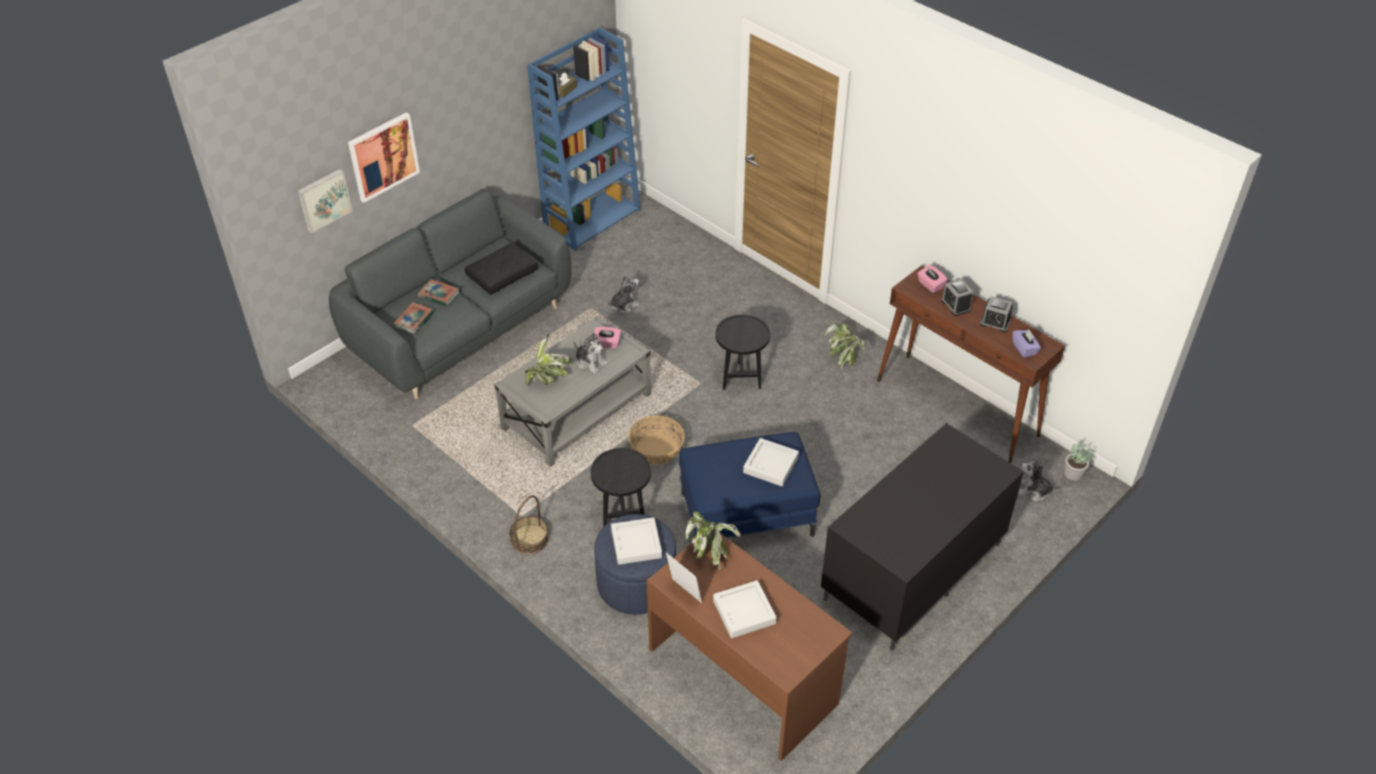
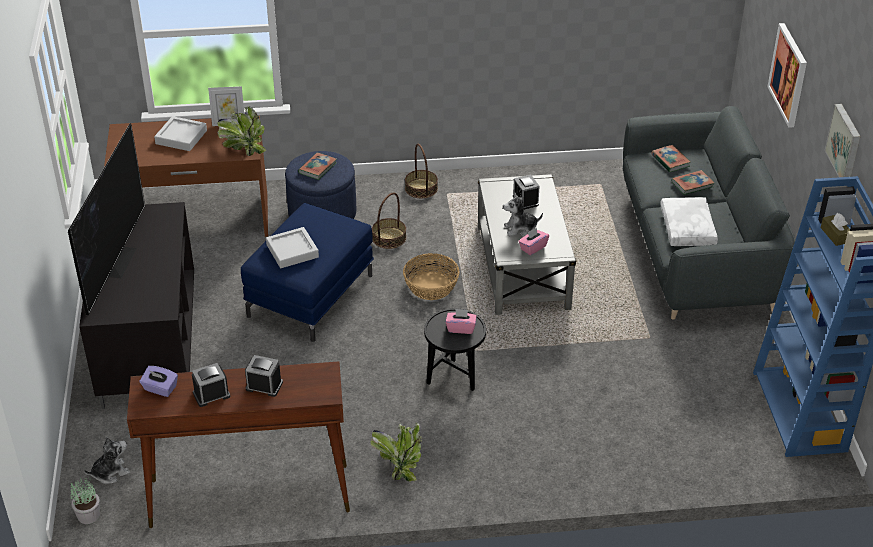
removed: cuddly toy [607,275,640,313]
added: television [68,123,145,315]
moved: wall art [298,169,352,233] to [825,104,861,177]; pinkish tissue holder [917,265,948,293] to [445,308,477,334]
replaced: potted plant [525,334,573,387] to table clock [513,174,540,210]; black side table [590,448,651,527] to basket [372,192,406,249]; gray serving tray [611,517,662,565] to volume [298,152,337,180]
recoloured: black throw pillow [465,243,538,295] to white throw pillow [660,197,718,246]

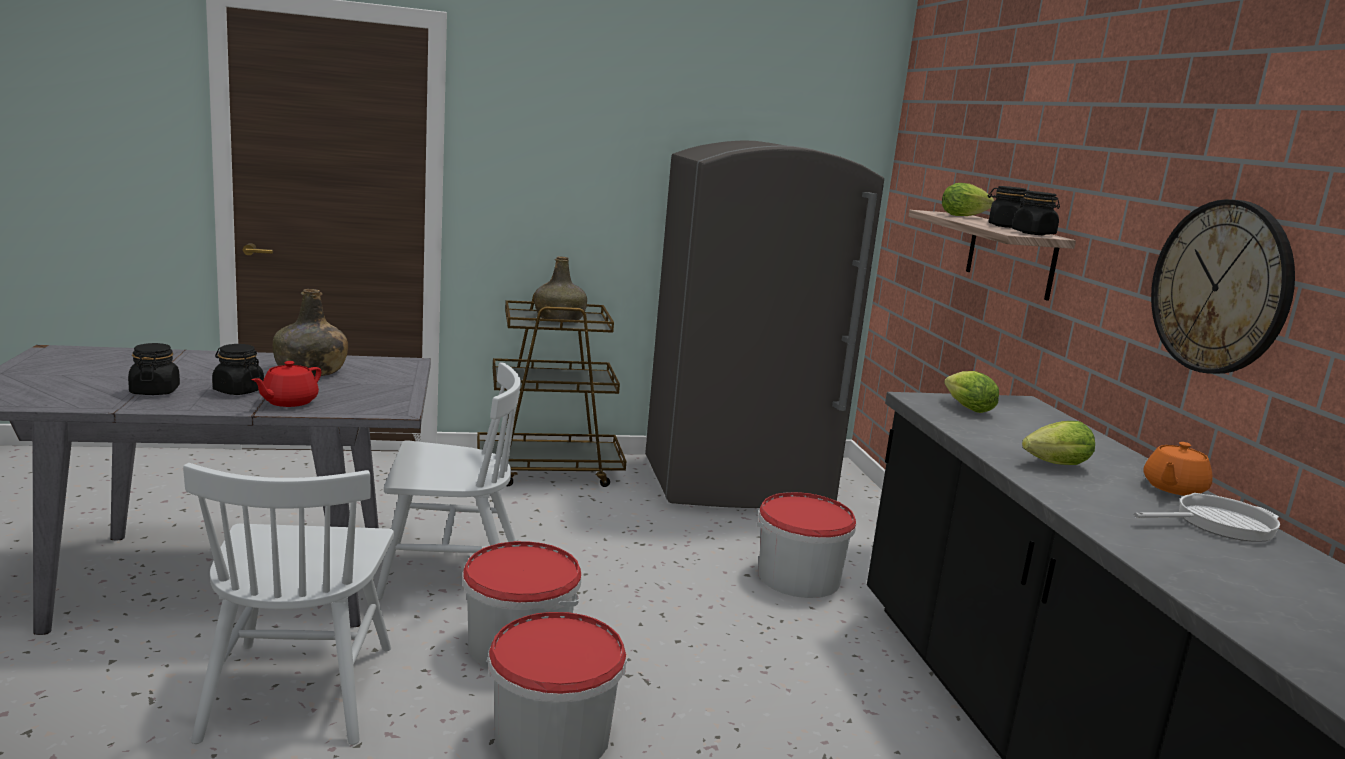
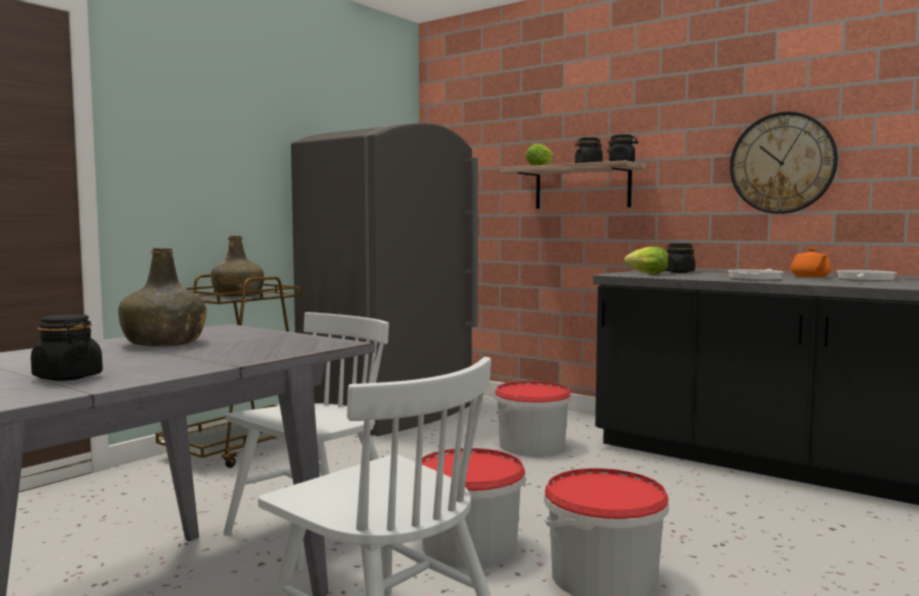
removed: red-coloured pot for tea [251,361,321,407]
moved: black storage jar [212,344,264,395] to [665,243,695,273]
replaced: lettuce head [1022,421,1095,465] to frying pan [728,269,784,281]

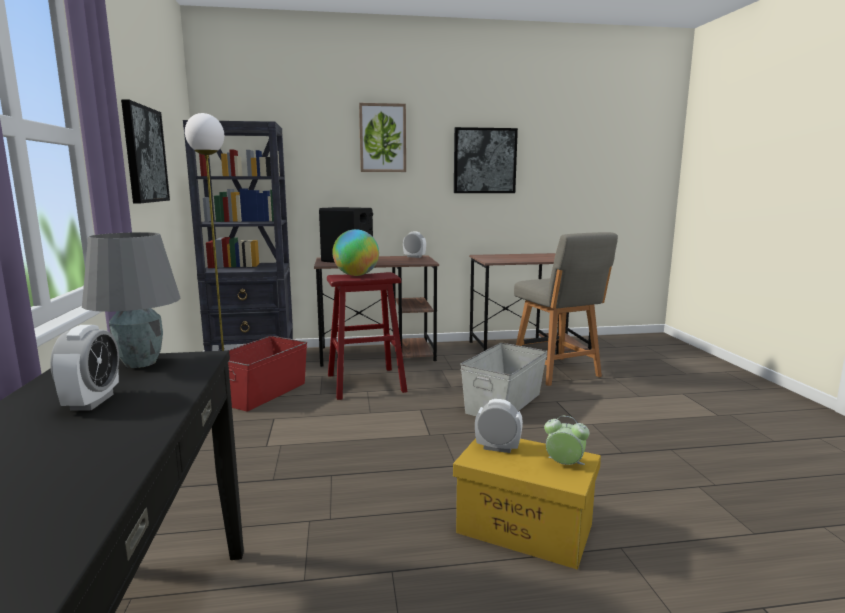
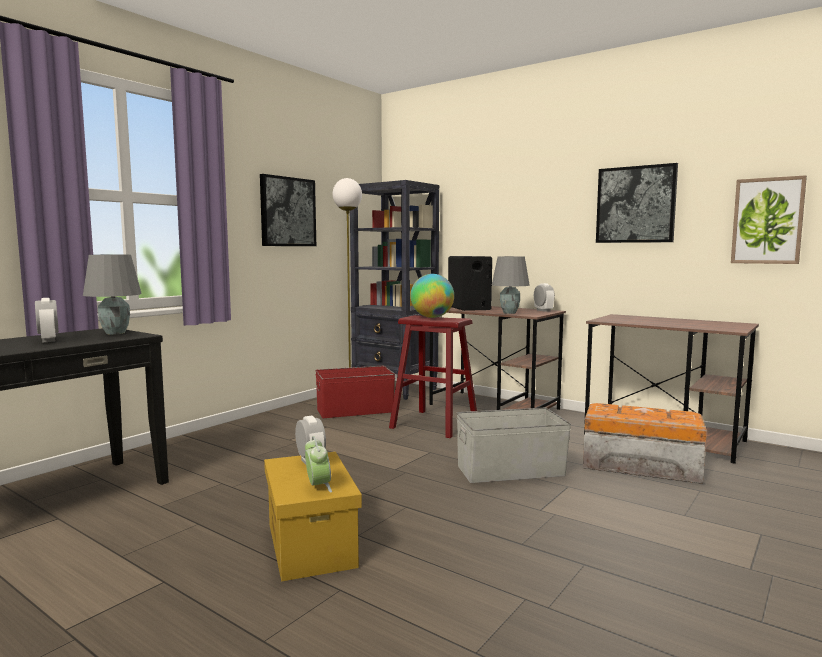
added: gray lamp for a table [492,256,530,314]
moved: wall art [359,103,406,172] to [731,175,807,264]
replaced: gray upright chair [514,232,618,386] to storage box [583,403,707,484]
turned: table clock [50,325,119,411] = [35,298,59,343] 75 degrees counterclockwise

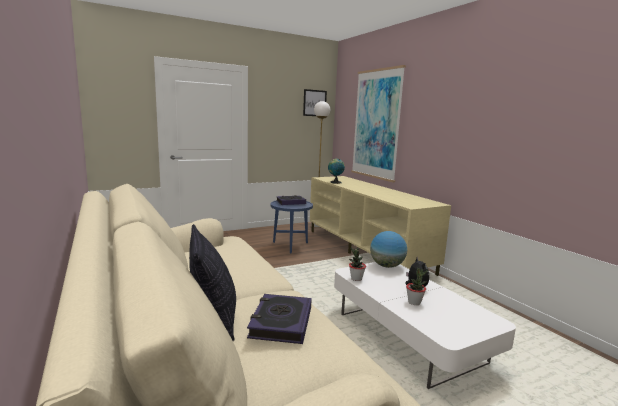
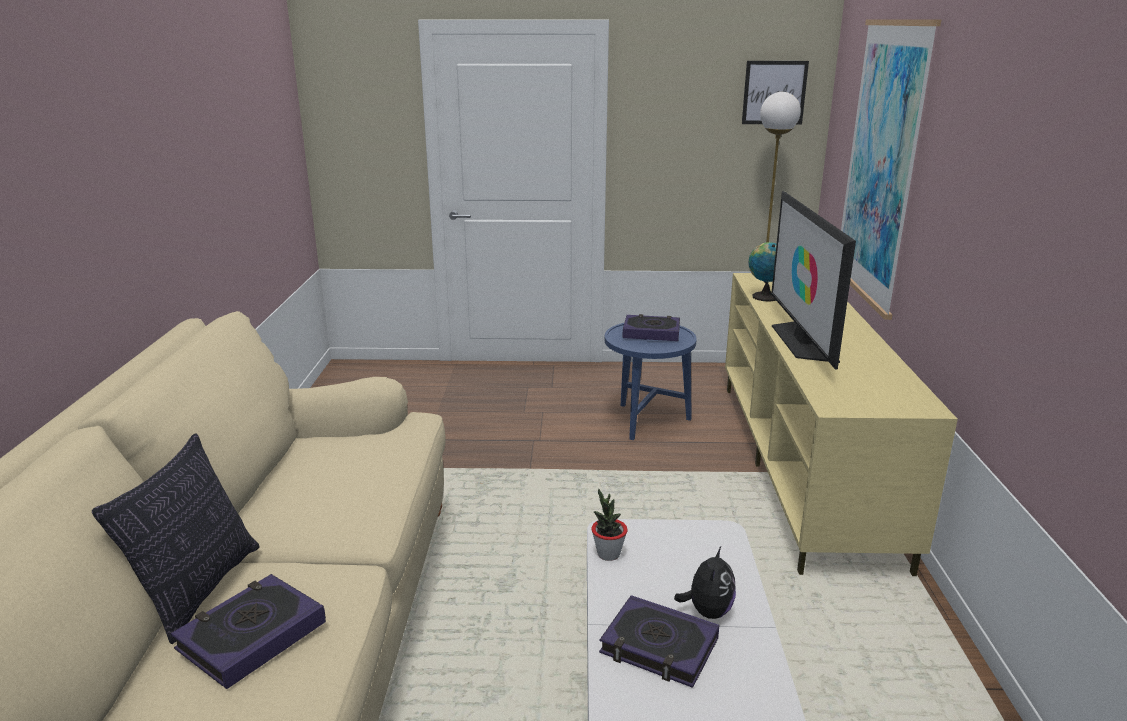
removed: globe [370,231,407,268]
added: television [771,191,856,369]
replaced: potted plant [406,268,428,305] to volume [599,595,719,688]

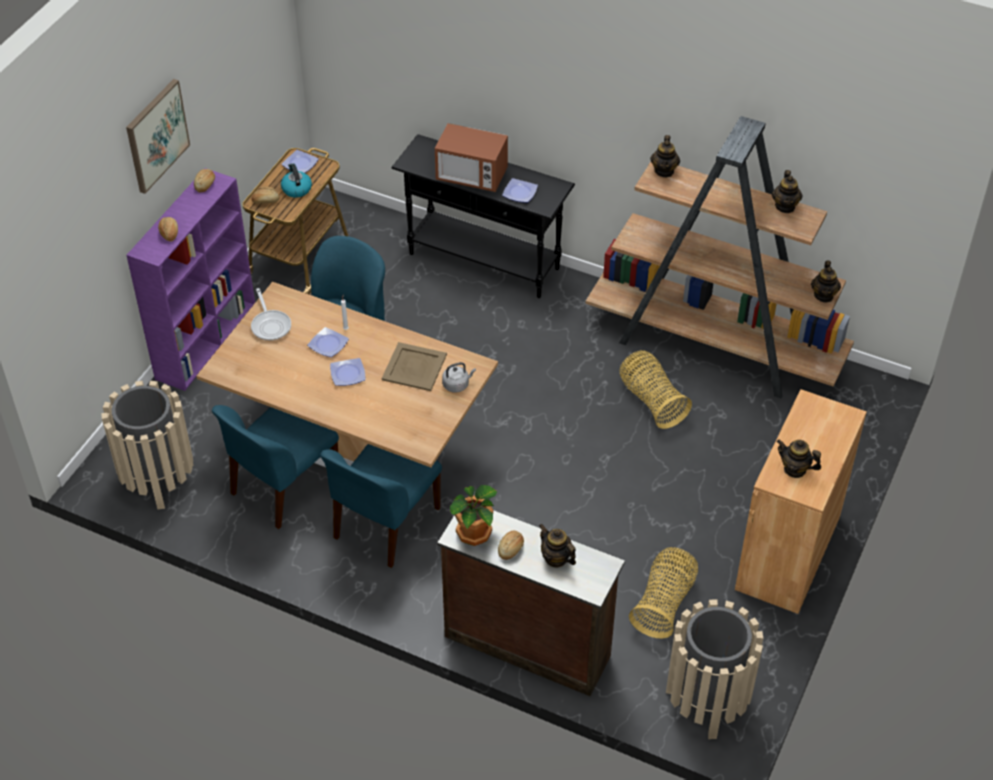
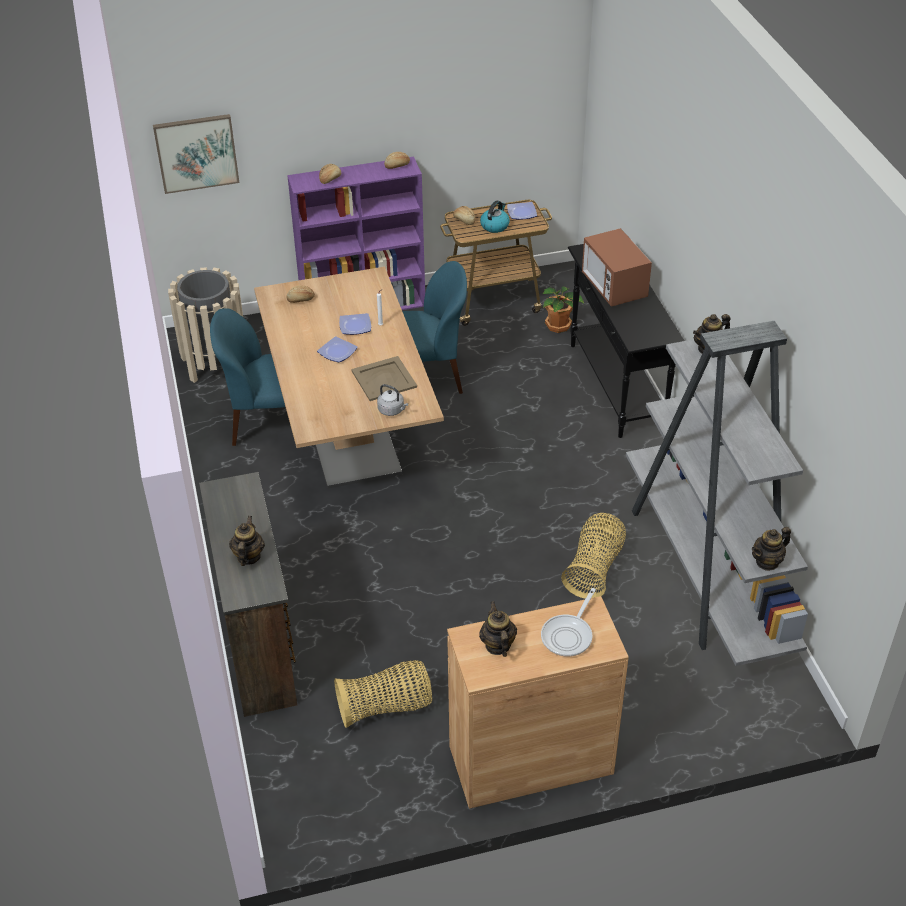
removed: pot for tea [772,170,803,213]; dinner plate [502,178,538,203]; bluish upright chair [320,444,442,568]; beige rubbish bin [666,599,763,739]
moved: wall art [126,79,190,194] to [153,114,239,194]; frying pan [251,288,291,341] to [541,588,596,657]; potted plant [450,485,497,546] to [543,286,584,333]; bakery bread [498,531,524,560] to [286,286,315,303]
recoloured: brownish bookcase [586,116,854,398] to gray bookcase [626,321,808,666]

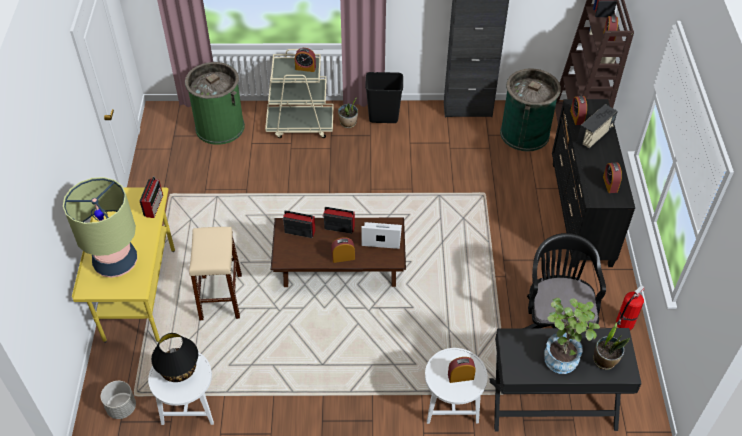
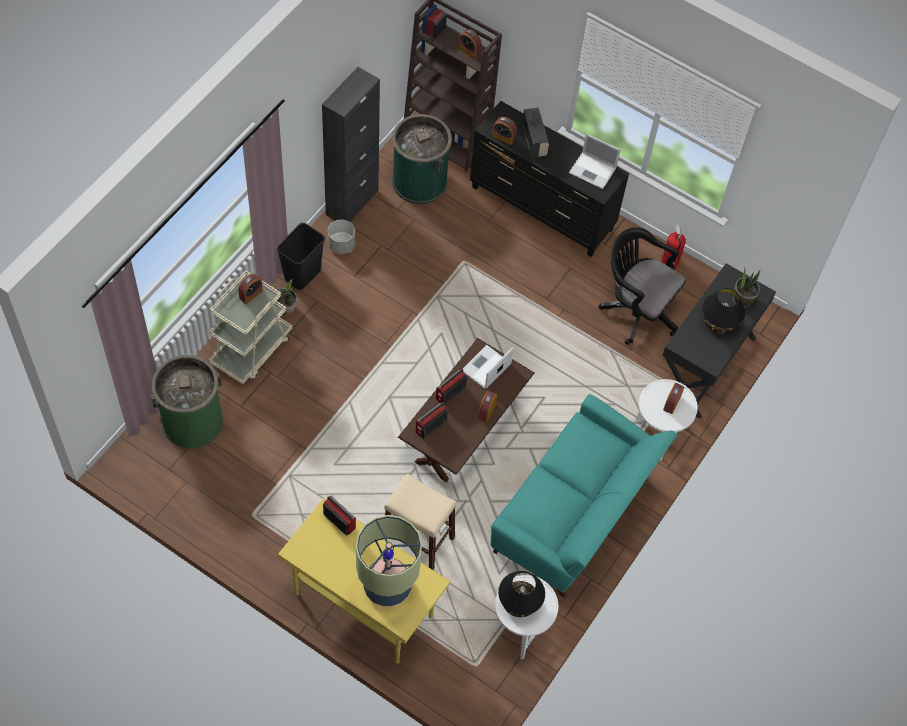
added: turquoise-coloured couch [491,394,677,598]
moved: gray plant pot [101,381,136,419] to [328,220,355,254]
replaced: table clock [603,163,622,193] to notebook computer [569,133,621,189]; potted plant [544,298,600,374] to black lamp for a table [702,288,745,334]

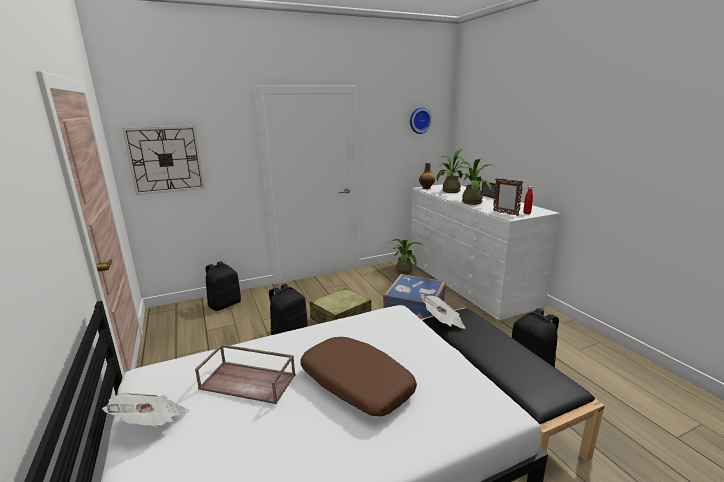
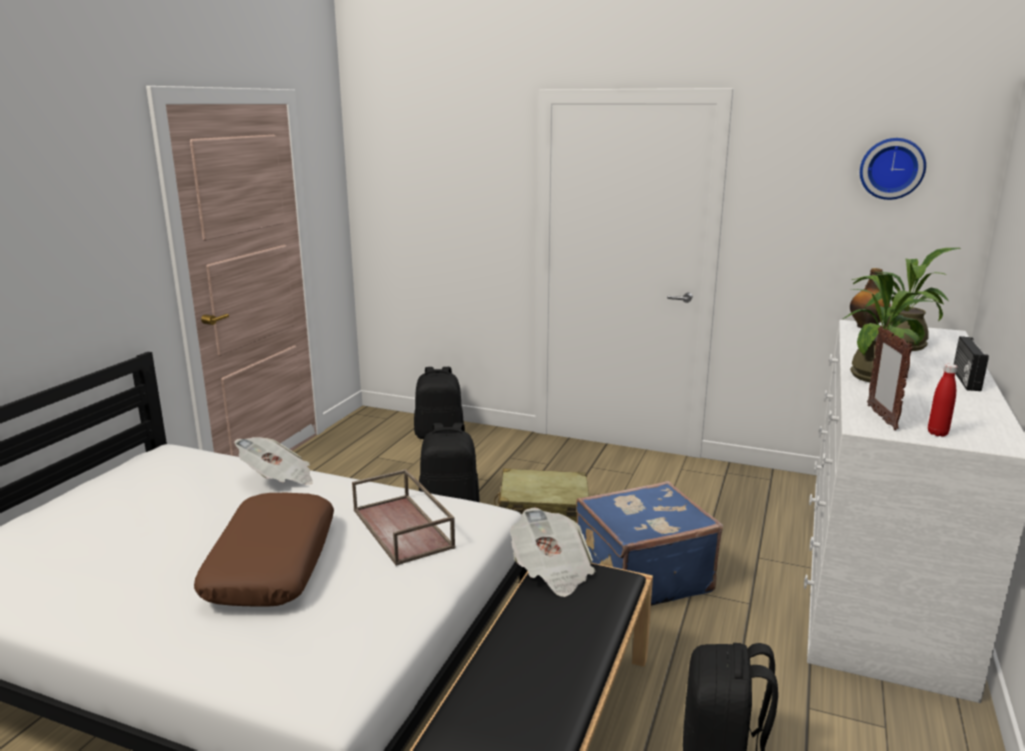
removed: wall clock [122,126,205,195]; potted plant [389,239,422,275]
moved: brownish serving tray [195,344,296,404] to [352,469,455,566]; printed paper [102,393,189,427] to [234,437,313,485]

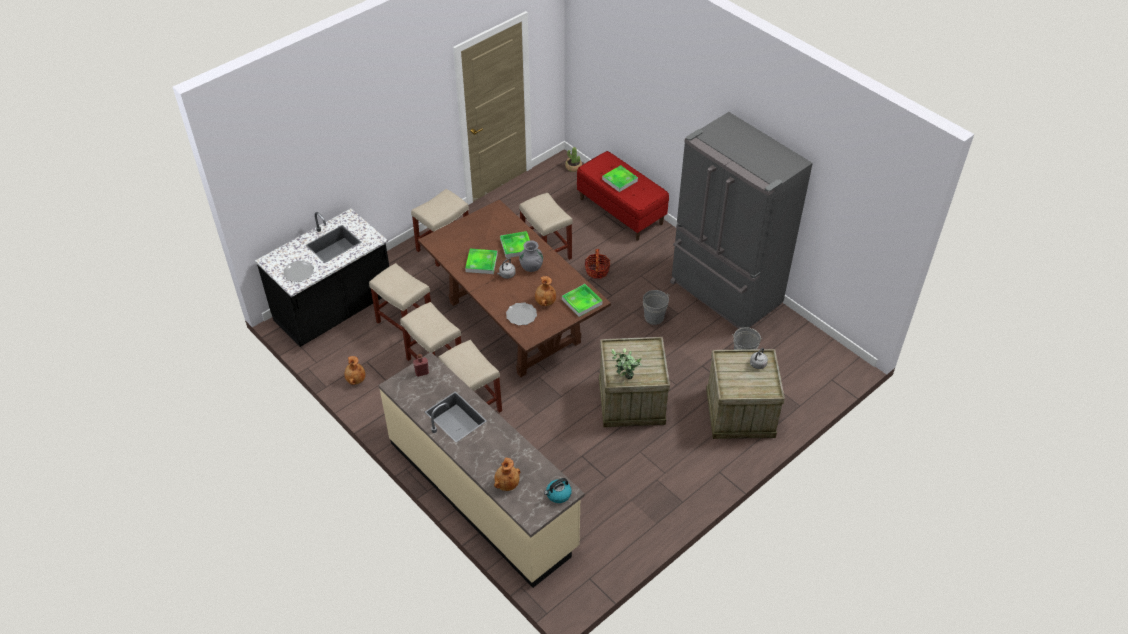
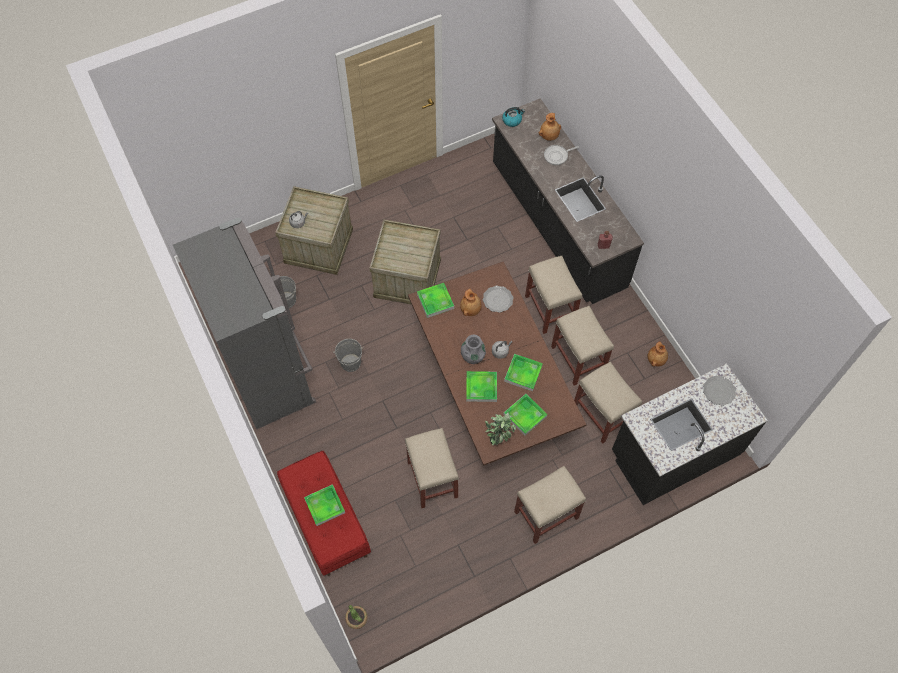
removed: basket [585,249,610,279]
added: frying pan [544,145,579,165]; serving tray [504,394,548,436]
moved: potted plant [611,348,642,379] to [485,412,516,445]
recoloured: beige kitchen counter [378,352,585,588] to black kitchen counter [492,98,644,304]

